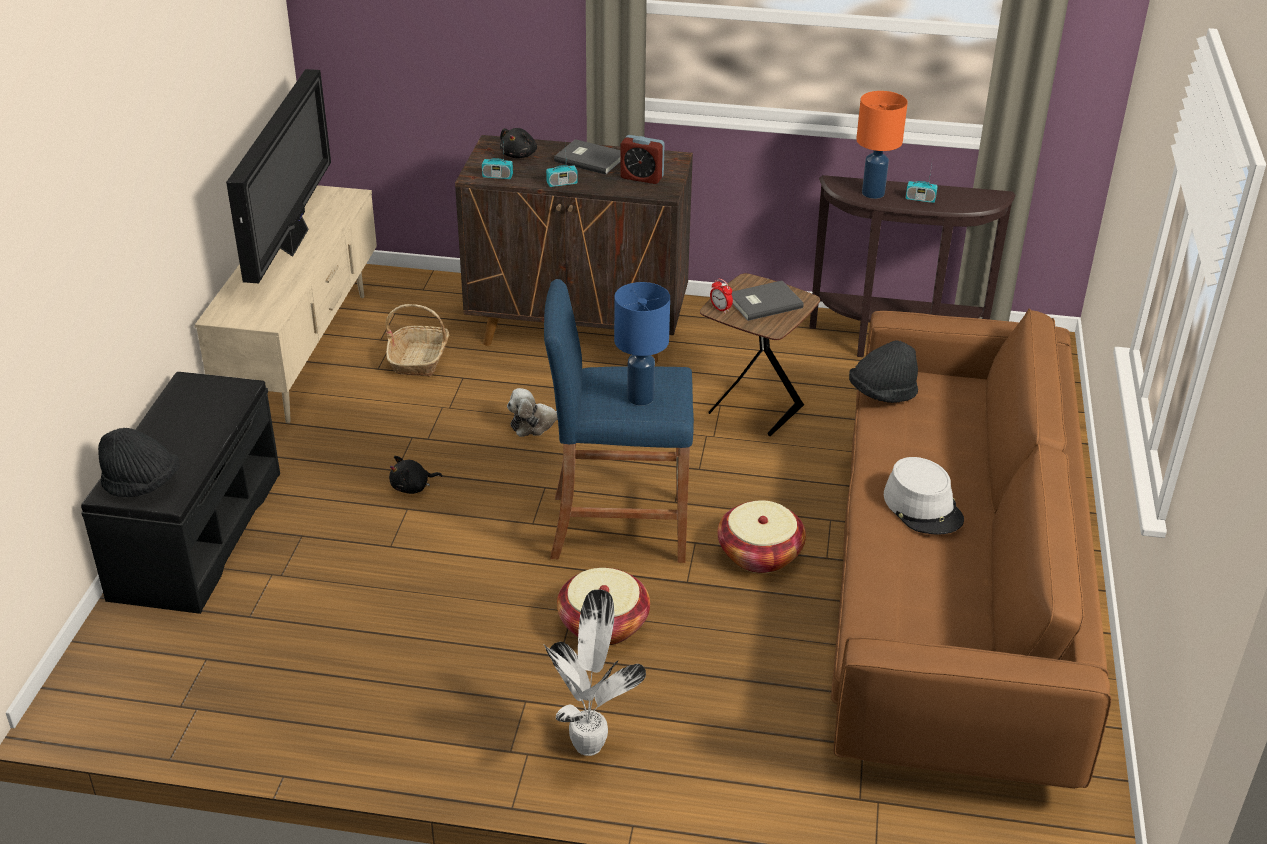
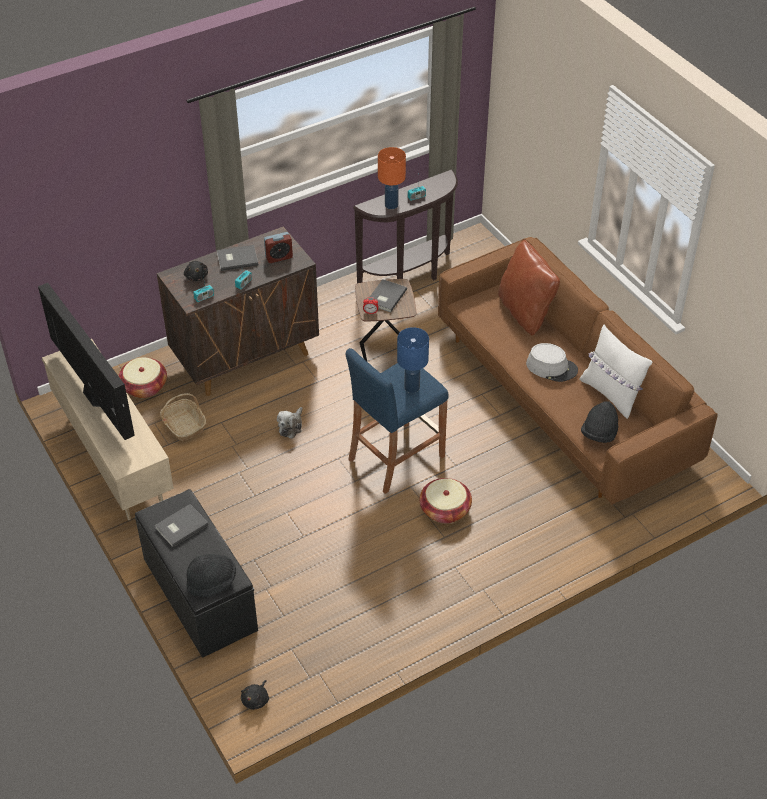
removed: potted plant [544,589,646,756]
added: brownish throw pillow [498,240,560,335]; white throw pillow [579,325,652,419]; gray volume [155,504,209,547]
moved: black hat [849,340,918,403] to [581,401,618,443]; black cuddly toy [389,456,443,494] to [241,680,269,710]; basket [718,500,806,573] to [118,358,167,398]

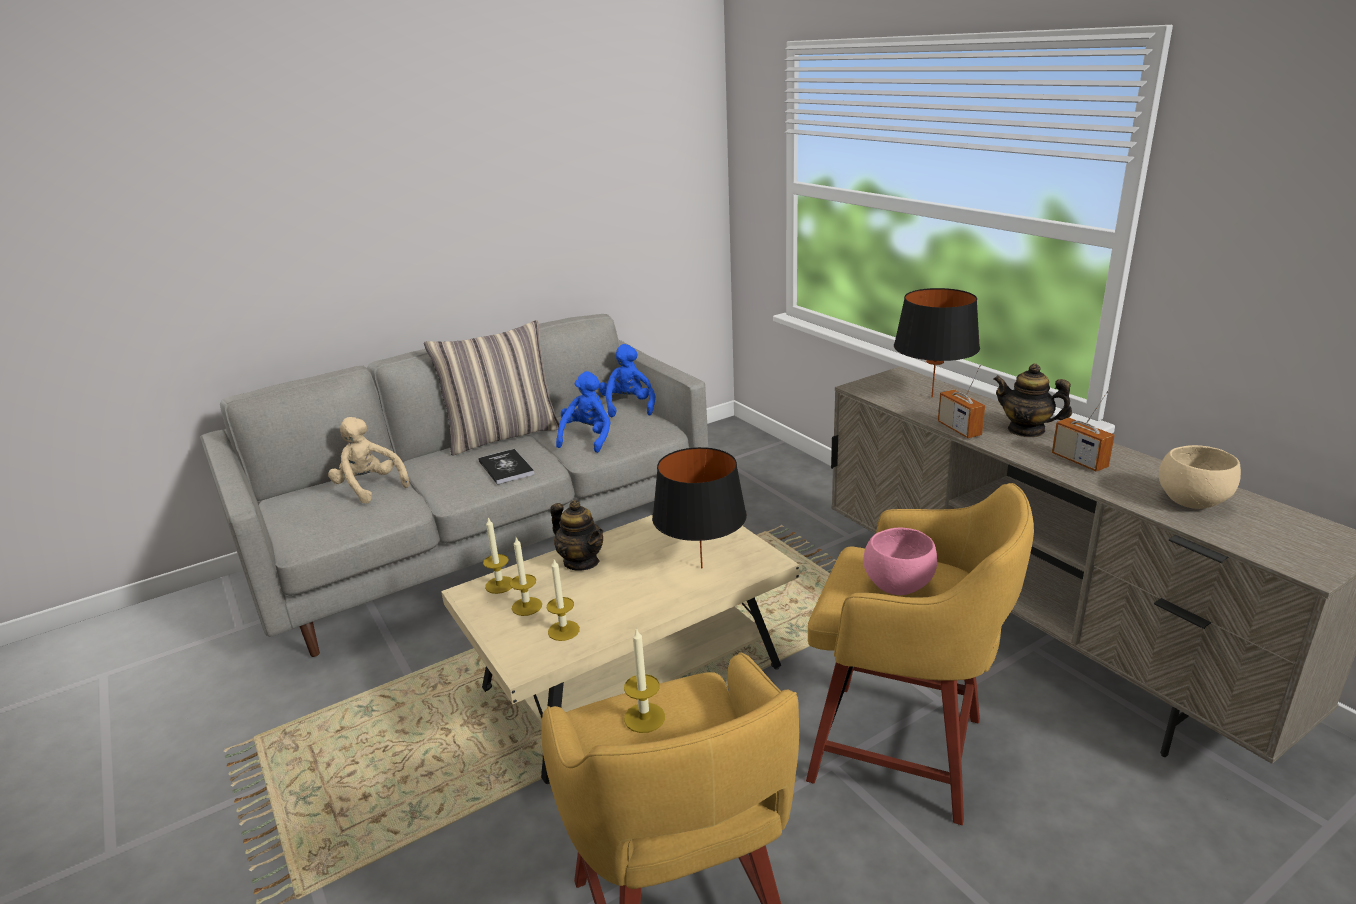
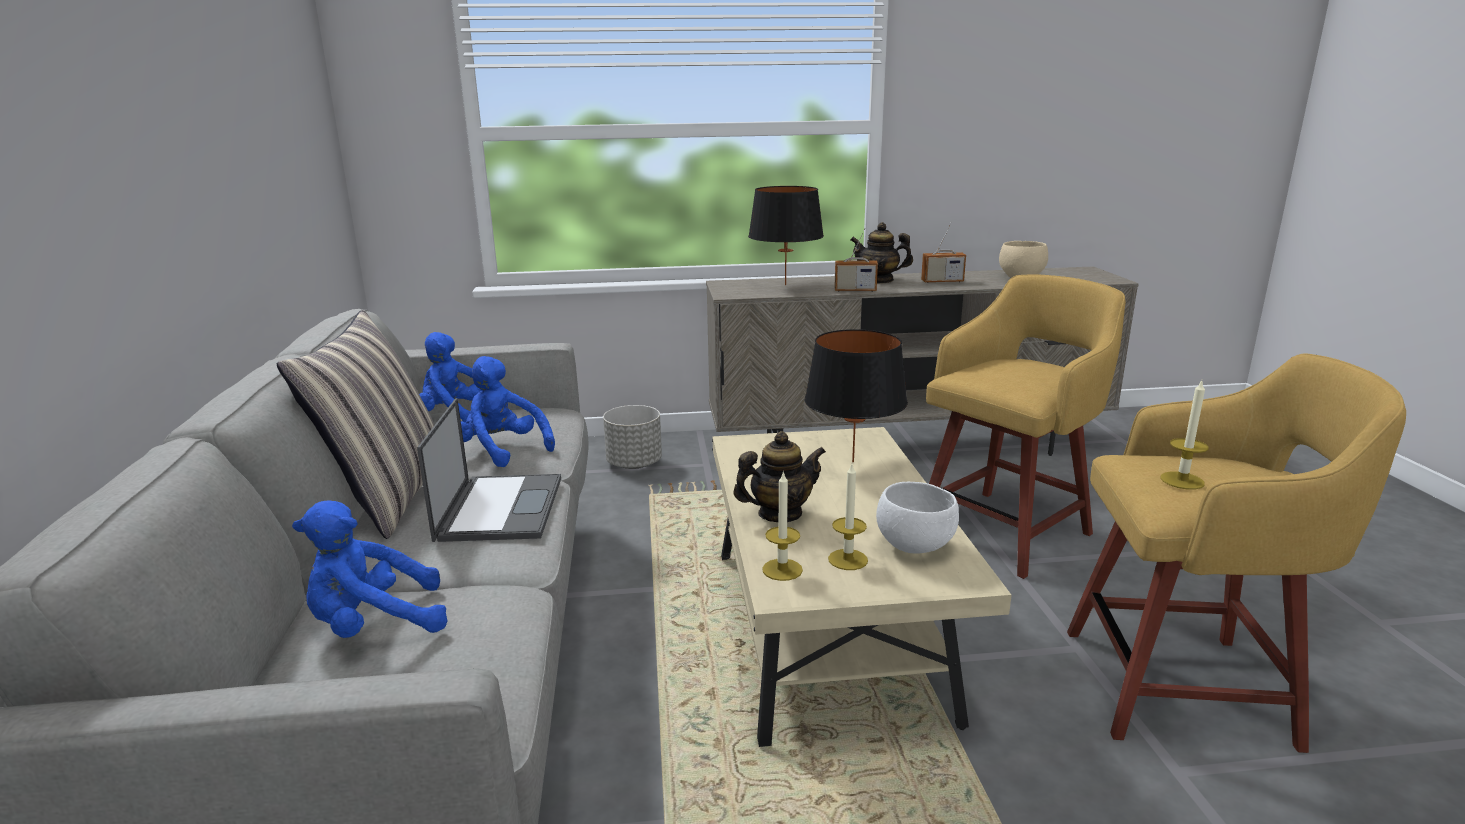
removed: pinkish bowl [864,528,937,595]
added: gray plant pot [603,405,662,469]
replaced: volume [478,449,535,485] to notebook computer [417,398,561,542]; wax light [547,559,580,641] to white bowl [876,482,959,553]
recoloured: beige cuddly toy [328,417,409,504] to bluish cuddly toy [292,501,448,638]
turned: pot for tea [993,364,1072,437] = [850,222,913,283] 45 degrees clockwise

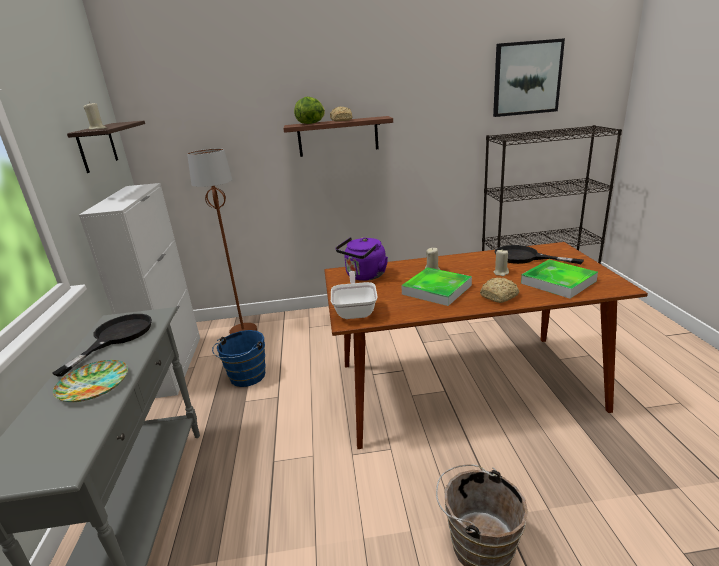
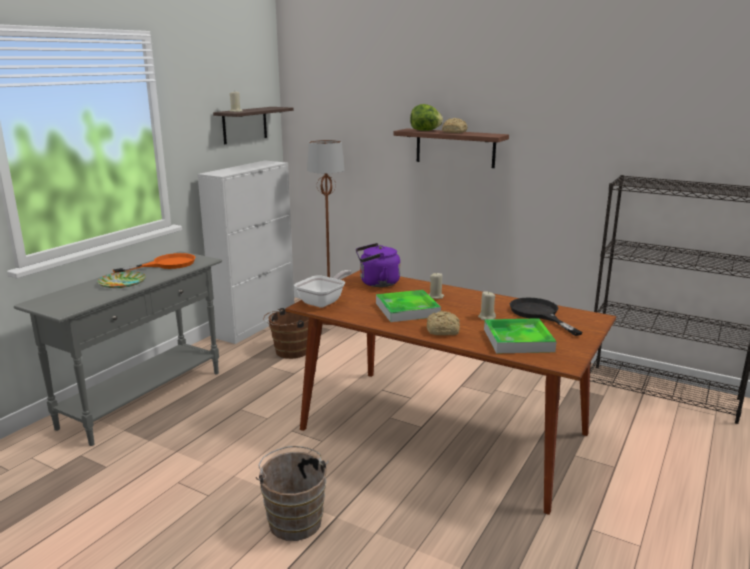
removed: wall art [493,38,565,117]
recoloured: black frying pan [52,314,152,376] to orange frying pan [113,253,195,273]; bluish water bucket [212,330,266,387] to brownish water bucket [263,308,309,359]

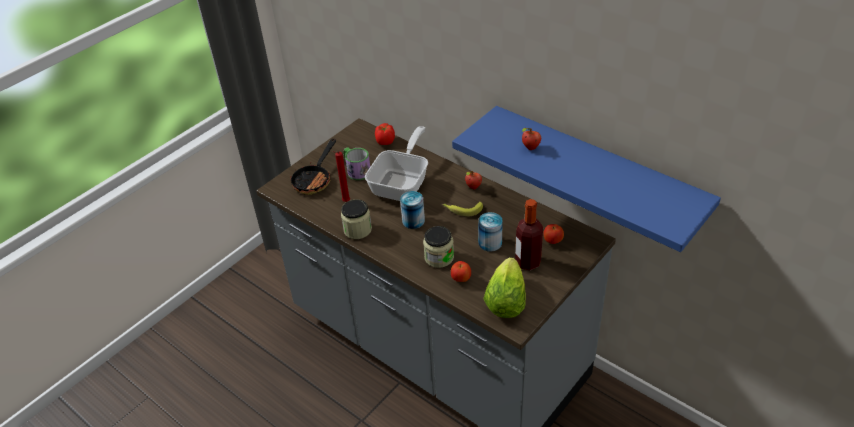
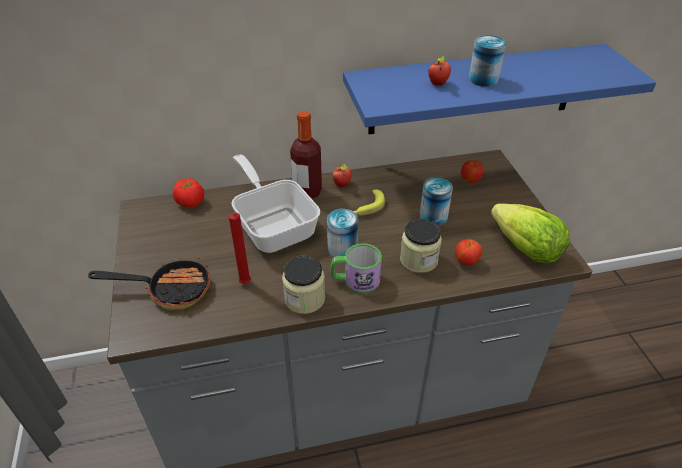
added: can [469,35,506,87]
moved: mug [344,147,370,180] to [331,243,382,294]; bottle [515,199,543,270] to [290,111,322,199]
turned: frying pan [290,139,336,195] = [88,257,210,310] 60 degrees counterclockwise

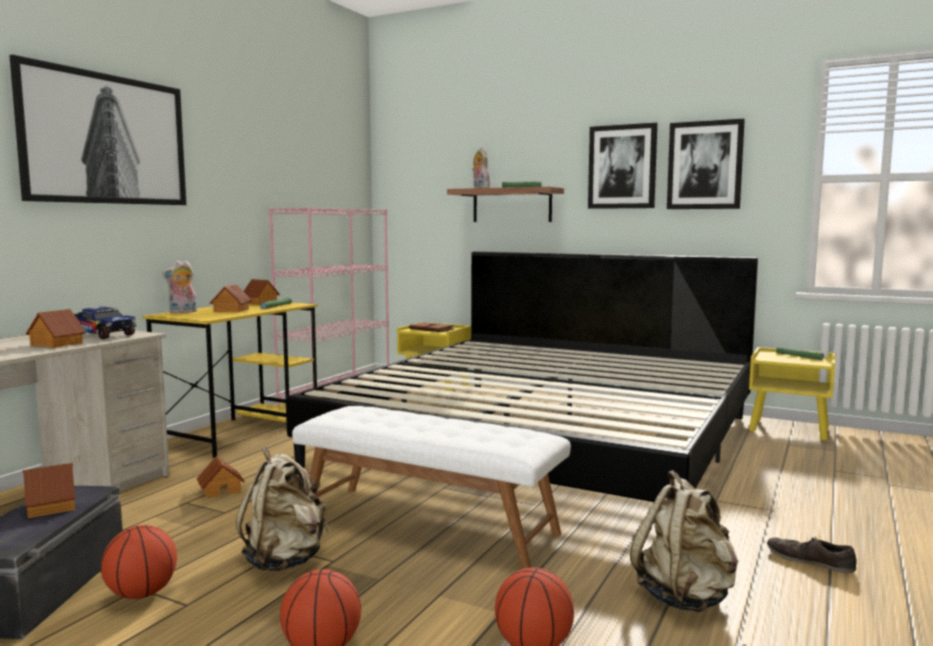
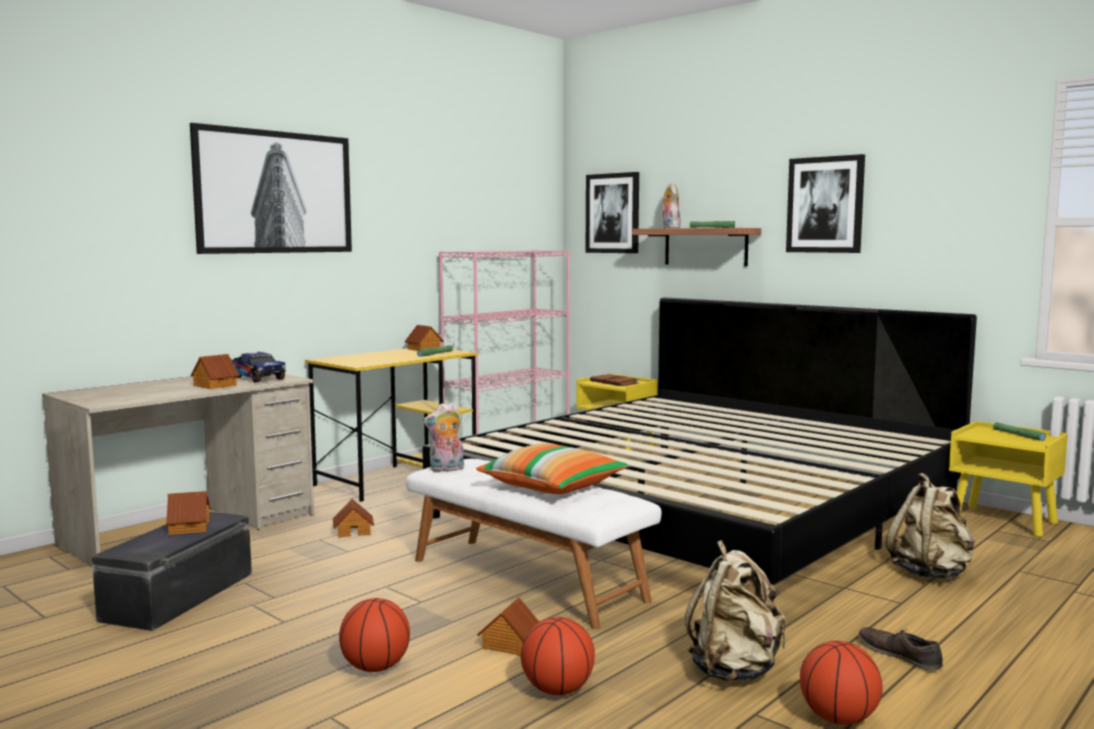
added: throw pillow [476,443,629,494]
moved: wall art [667,119,745,209] to [586,172,639,253]; cuddly toy [162,260,197,313] to [423,403,464,472]; miniature house [210,284,252,312] to [477,597,539,656]; beige backpack [236,446,329,571] to [886,473,975,578]; basketball [101,525,177,599] to [800,641,883,725]

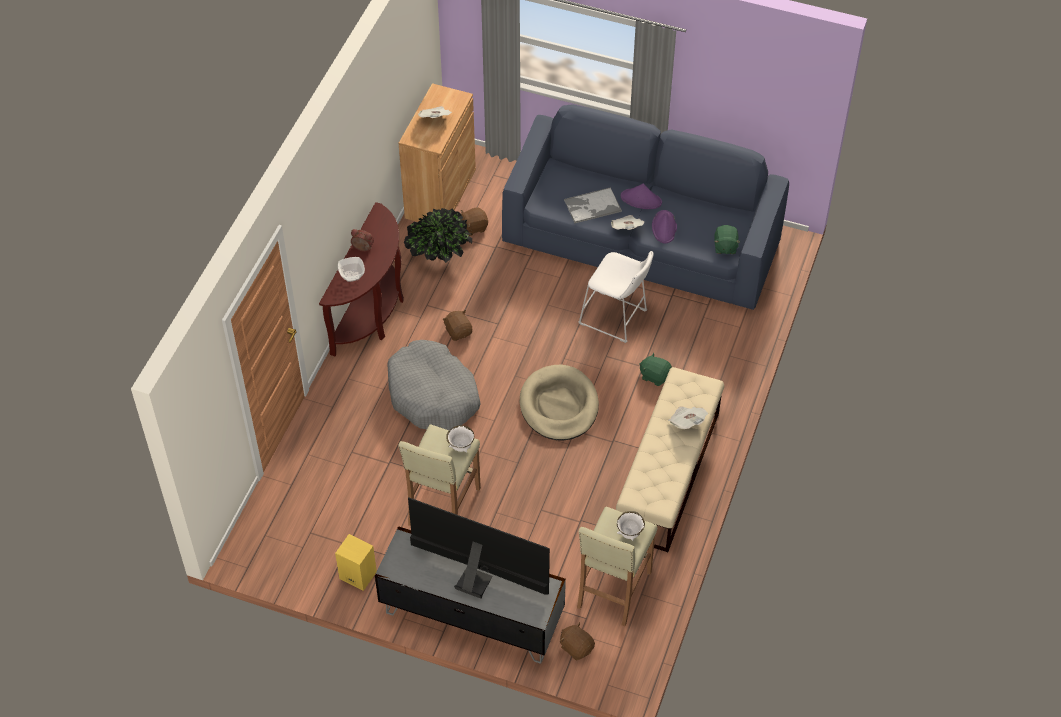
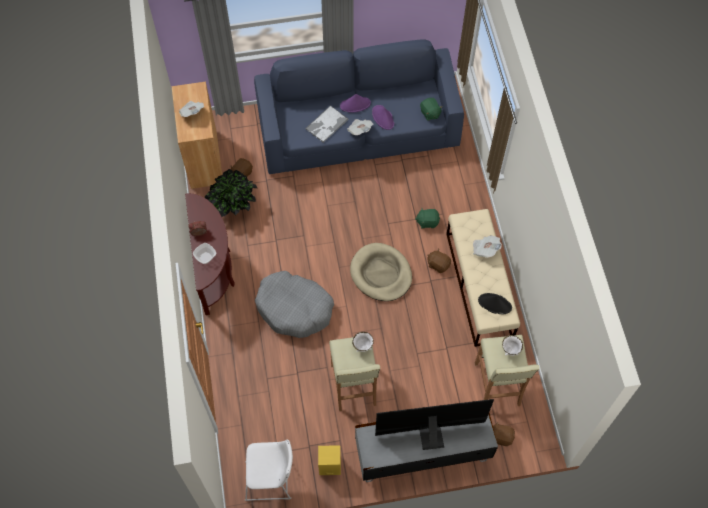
added: black hat [478,293,512,314]
moved: white stool seat [578,251,654,343] to [245,440,293,501]; brownish cuddly toy [442,310,472,341] to [427,249,451,273]

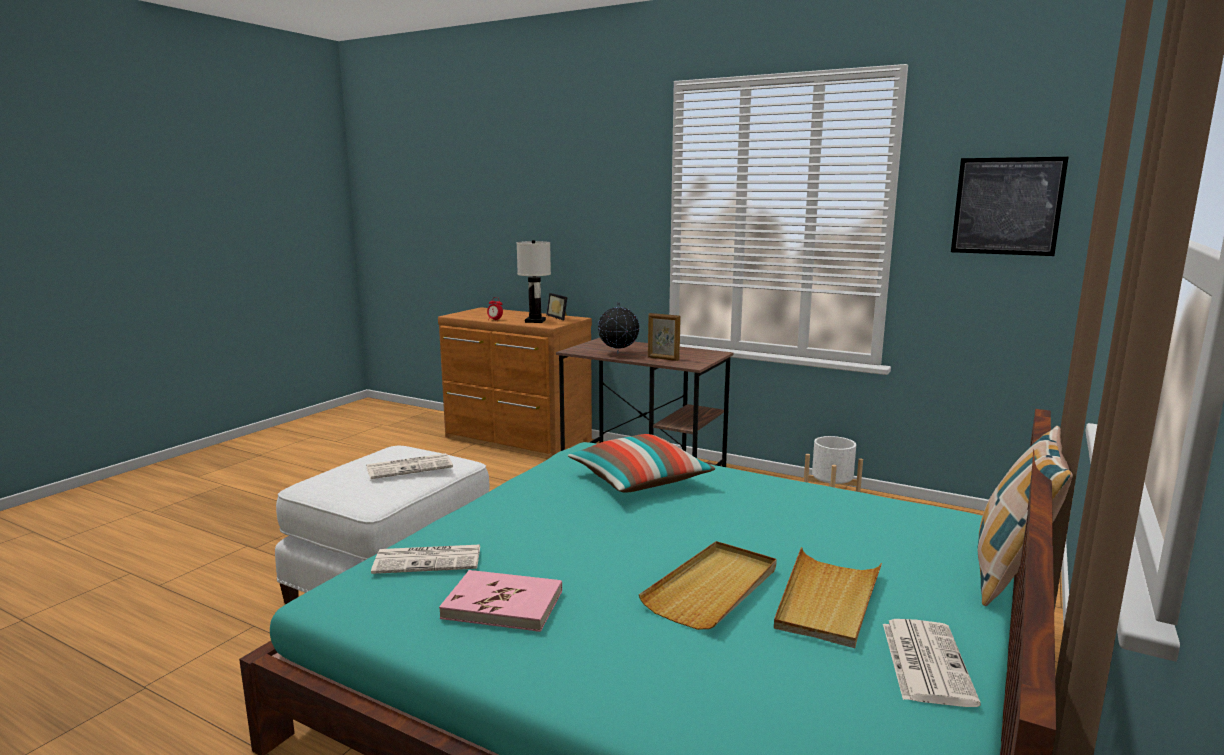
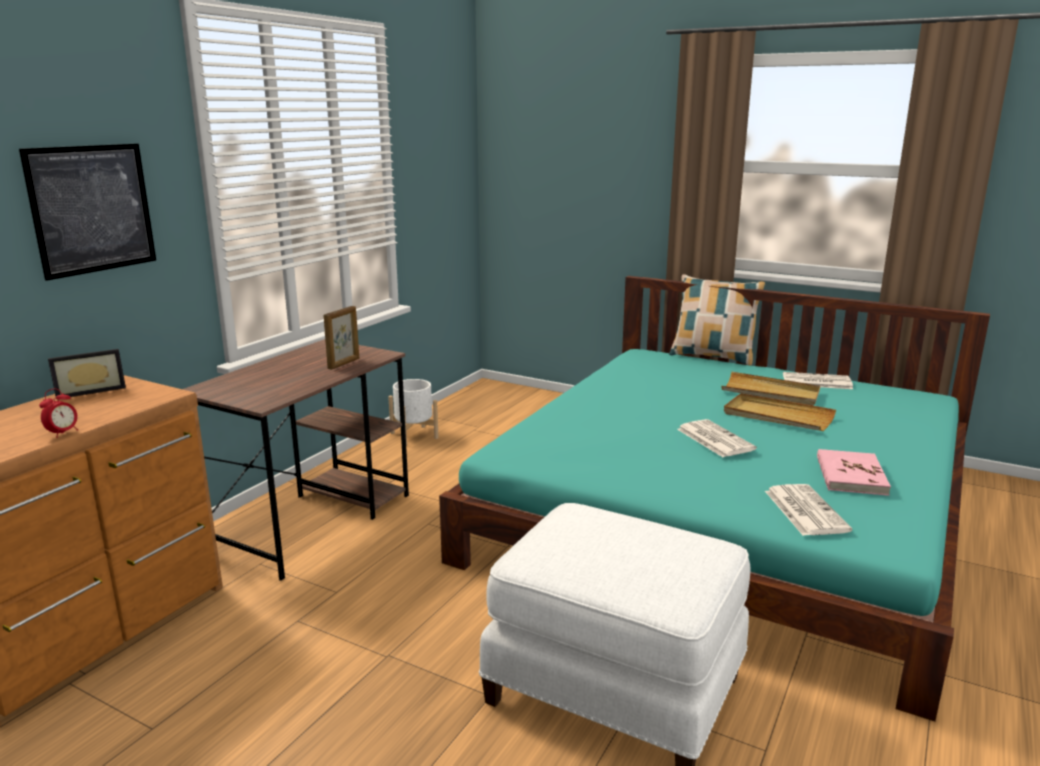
removed: white lamp for a table [517,240,551,323]; globe [598,302,639,354]; throw pillow [568,434,715,492]
moved: wall art [951,157,1068,256] to [19,144,156,281]; printed paper [366,453,453,479] to [677,419,757,457]

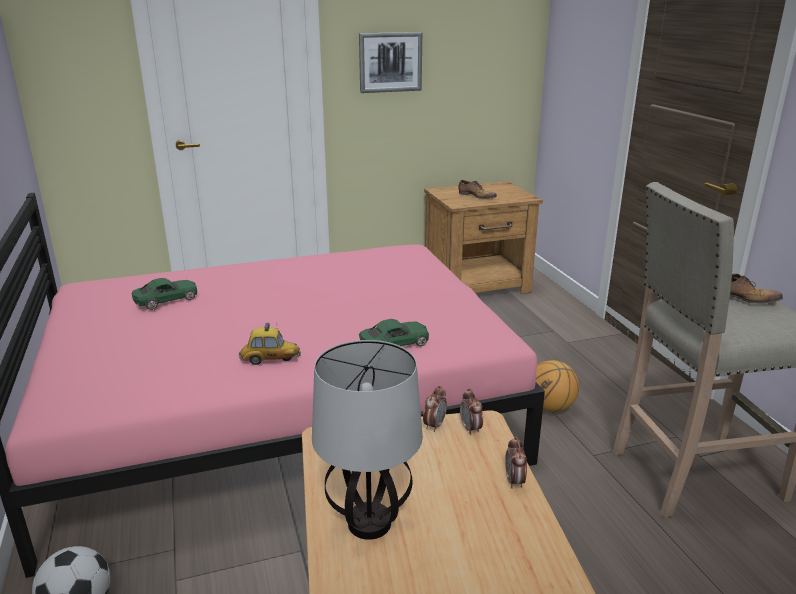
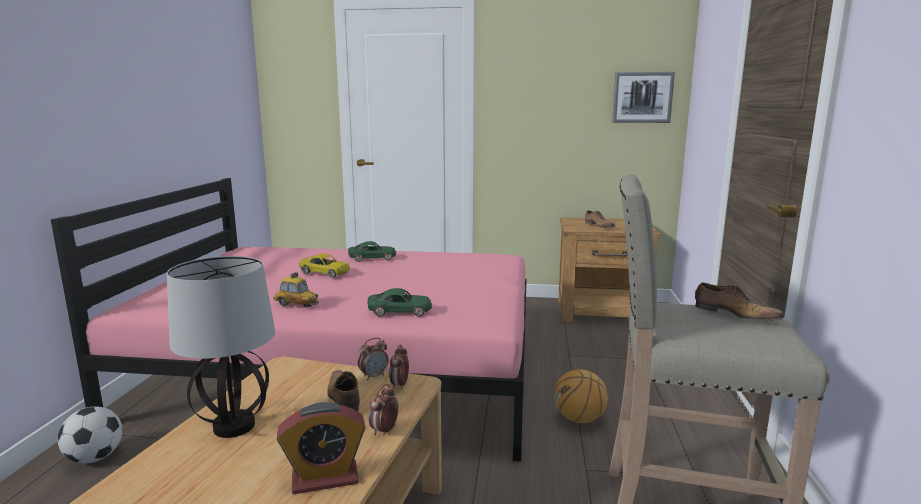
added: yellow miniature car [299,254,350,278]; item of footwear [327,370,360,412]; table clock [277,402,365,494]
moved: wall art [359,32,422,93] to [612,72,675,123]; green-coloured miniature car [132,278,197,310] to [348,241,396,262]

